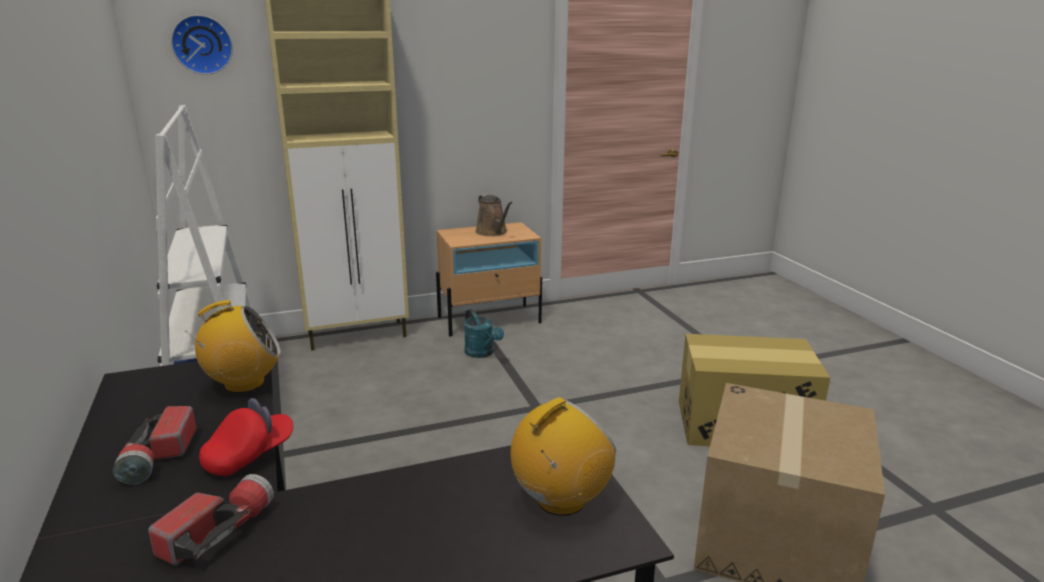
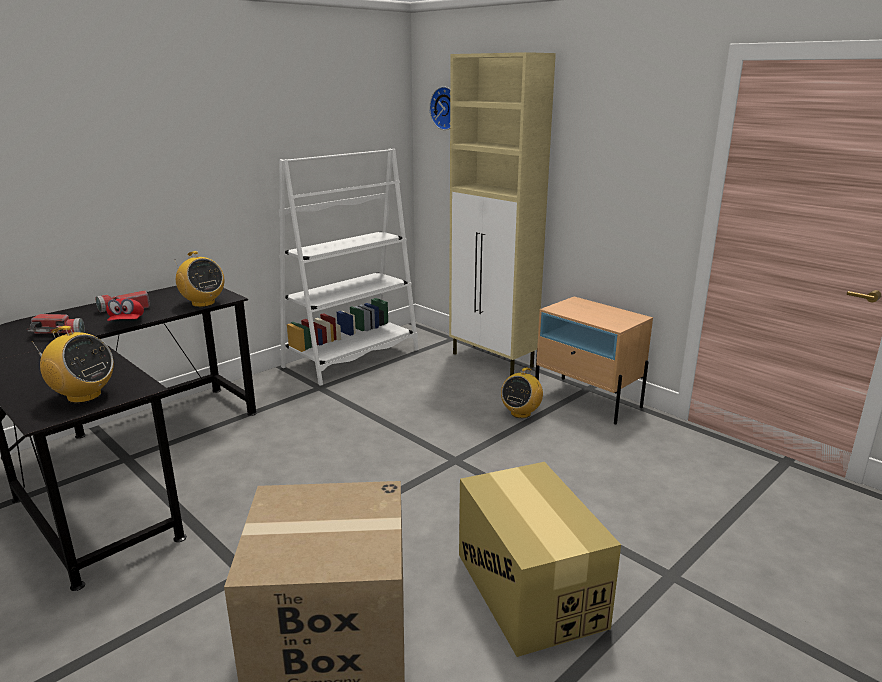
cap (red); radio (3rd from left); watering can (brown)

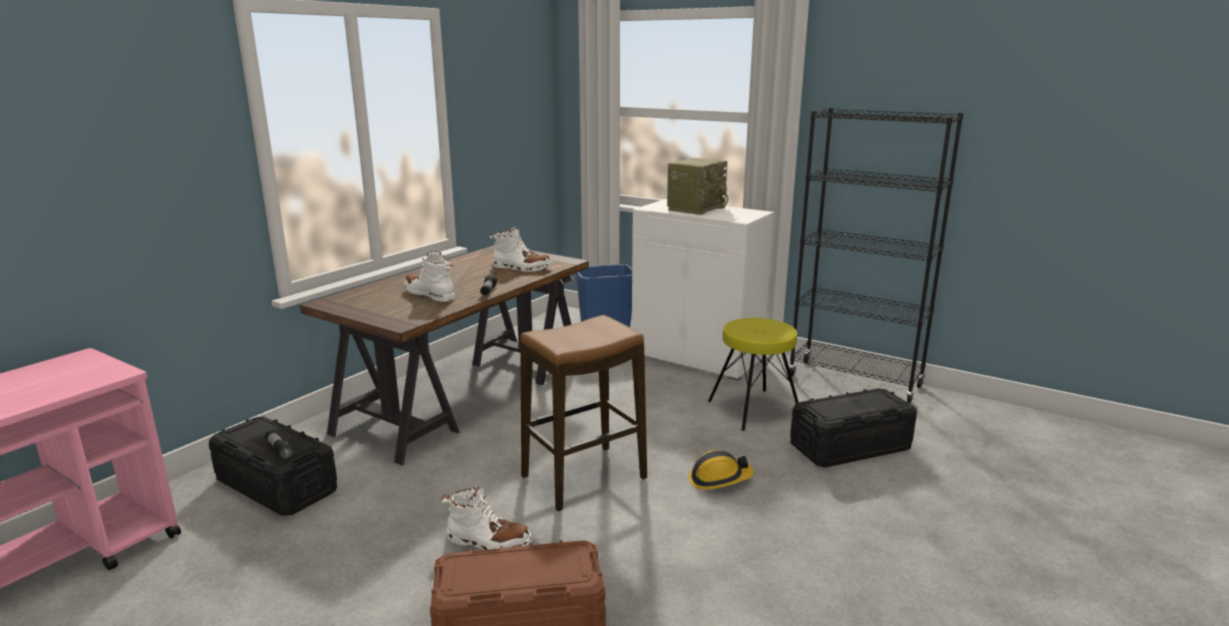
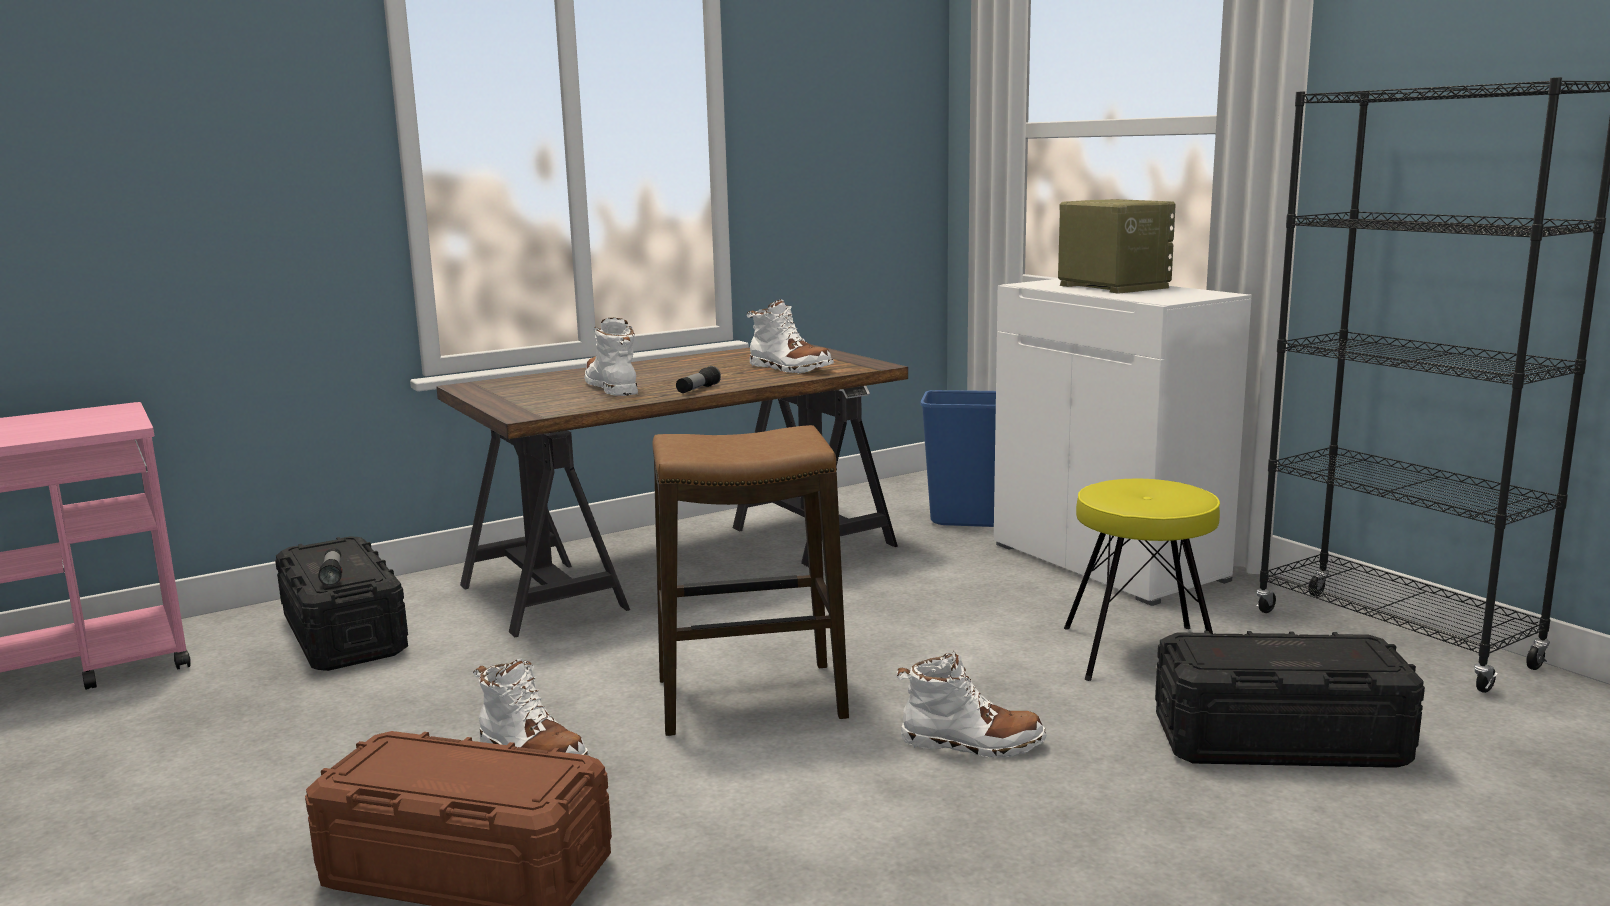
radio; boot (white) (4th from left)

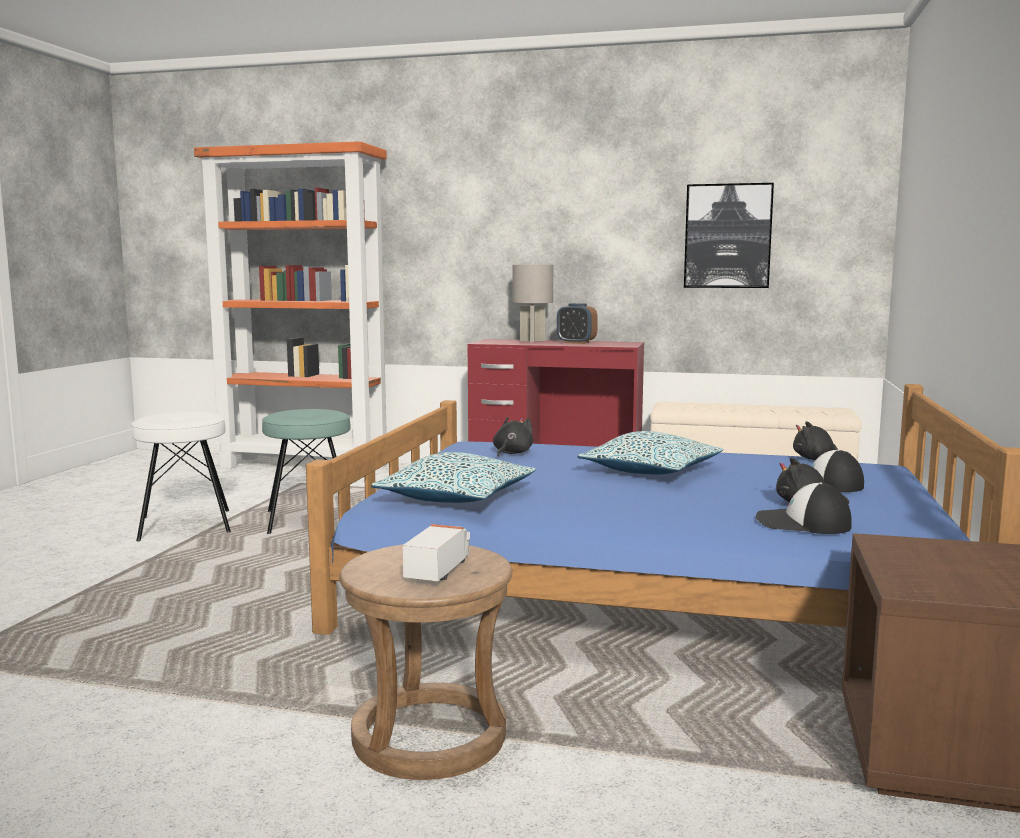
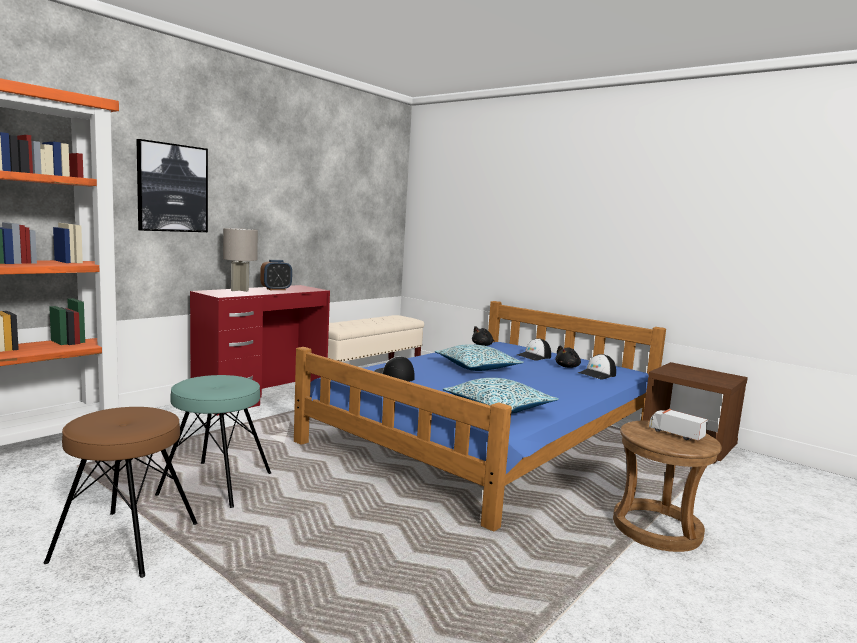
stool (brown) (1st from left); cap (1st from left); picture

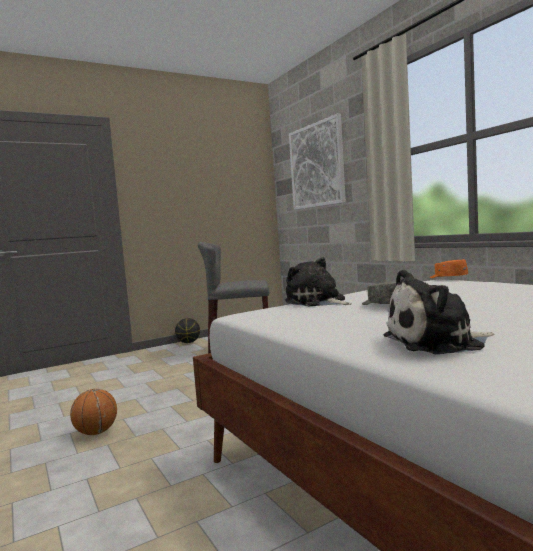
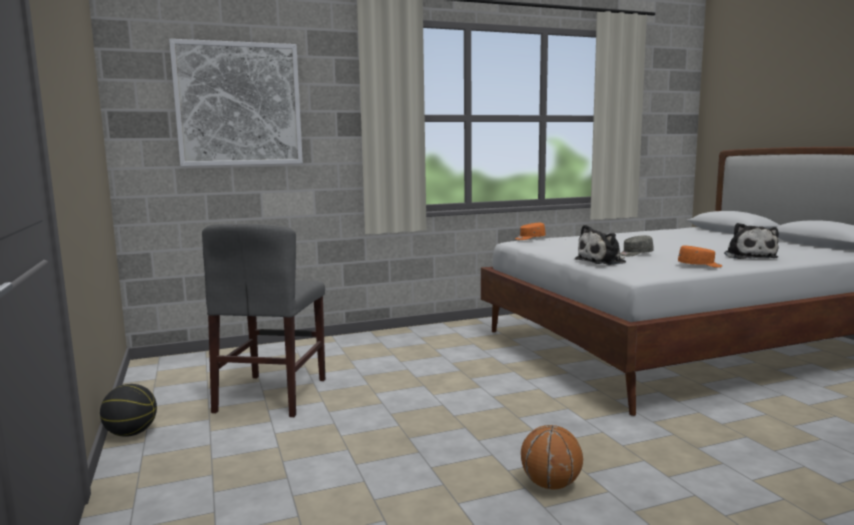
cap (orange) (2nd from left)

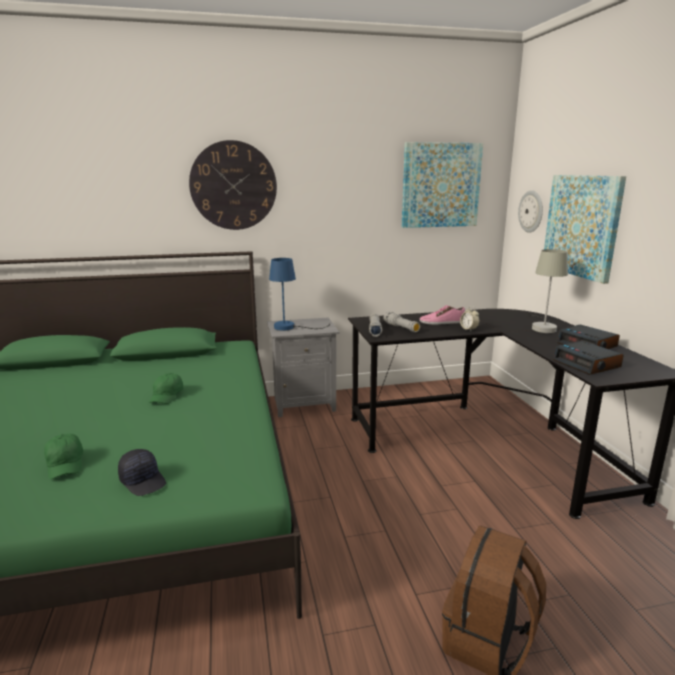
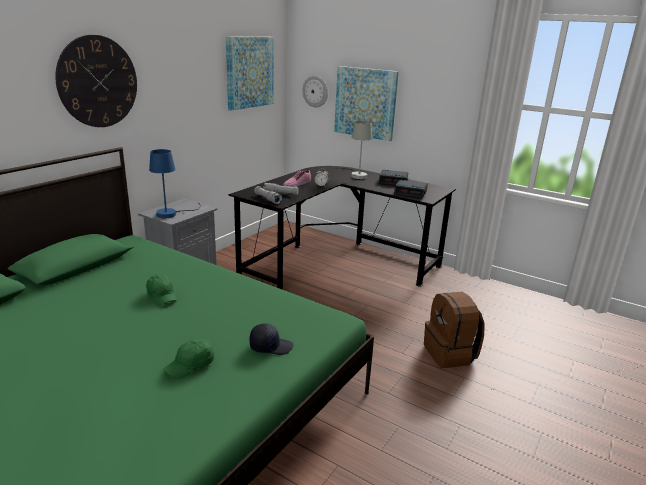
cap (green) (2nd from left)

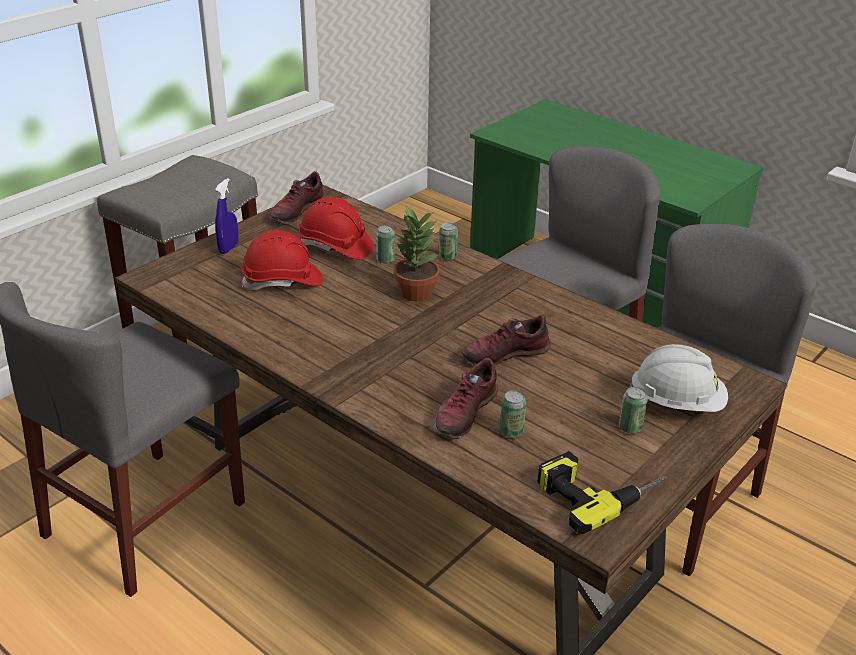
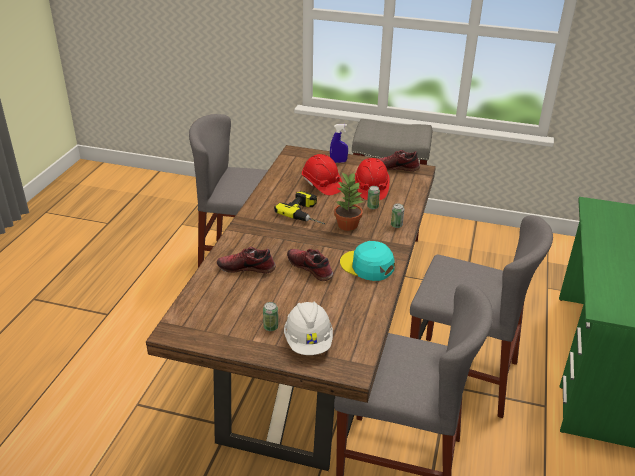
can (3rd from left in the first image); power drill; cap (turquoise)

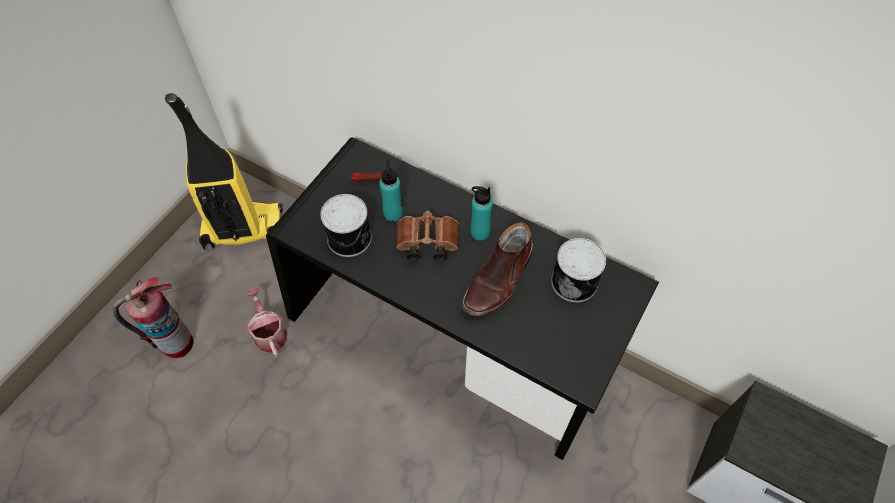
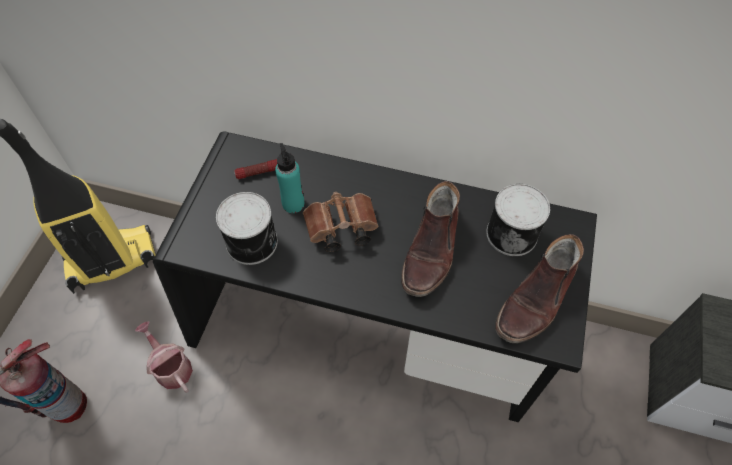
bottle (turquoise) (2nd from left in the first image); boot (brown) (2nd from left)

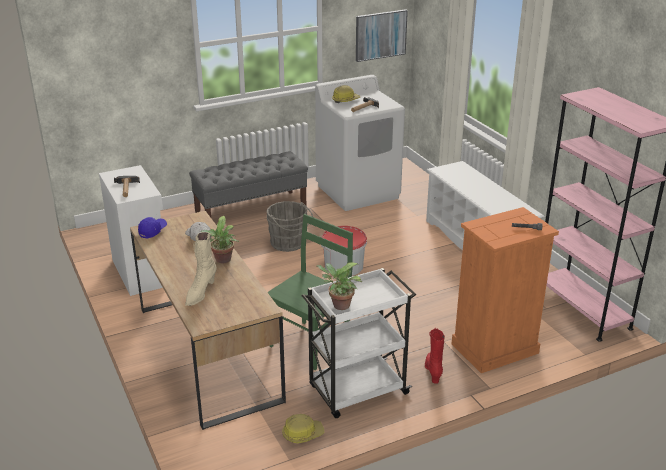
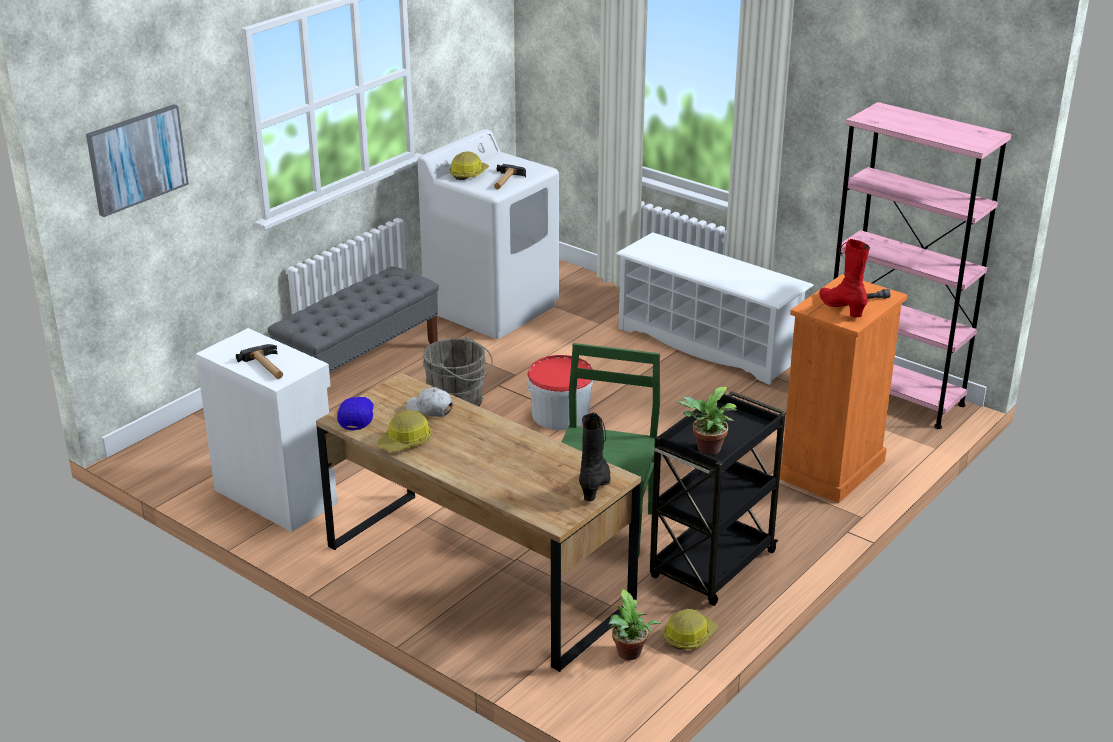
boot (beige); potted plant (1st from left); cart (black); picture; boot (red); hard hat (1st from left); boot (black)

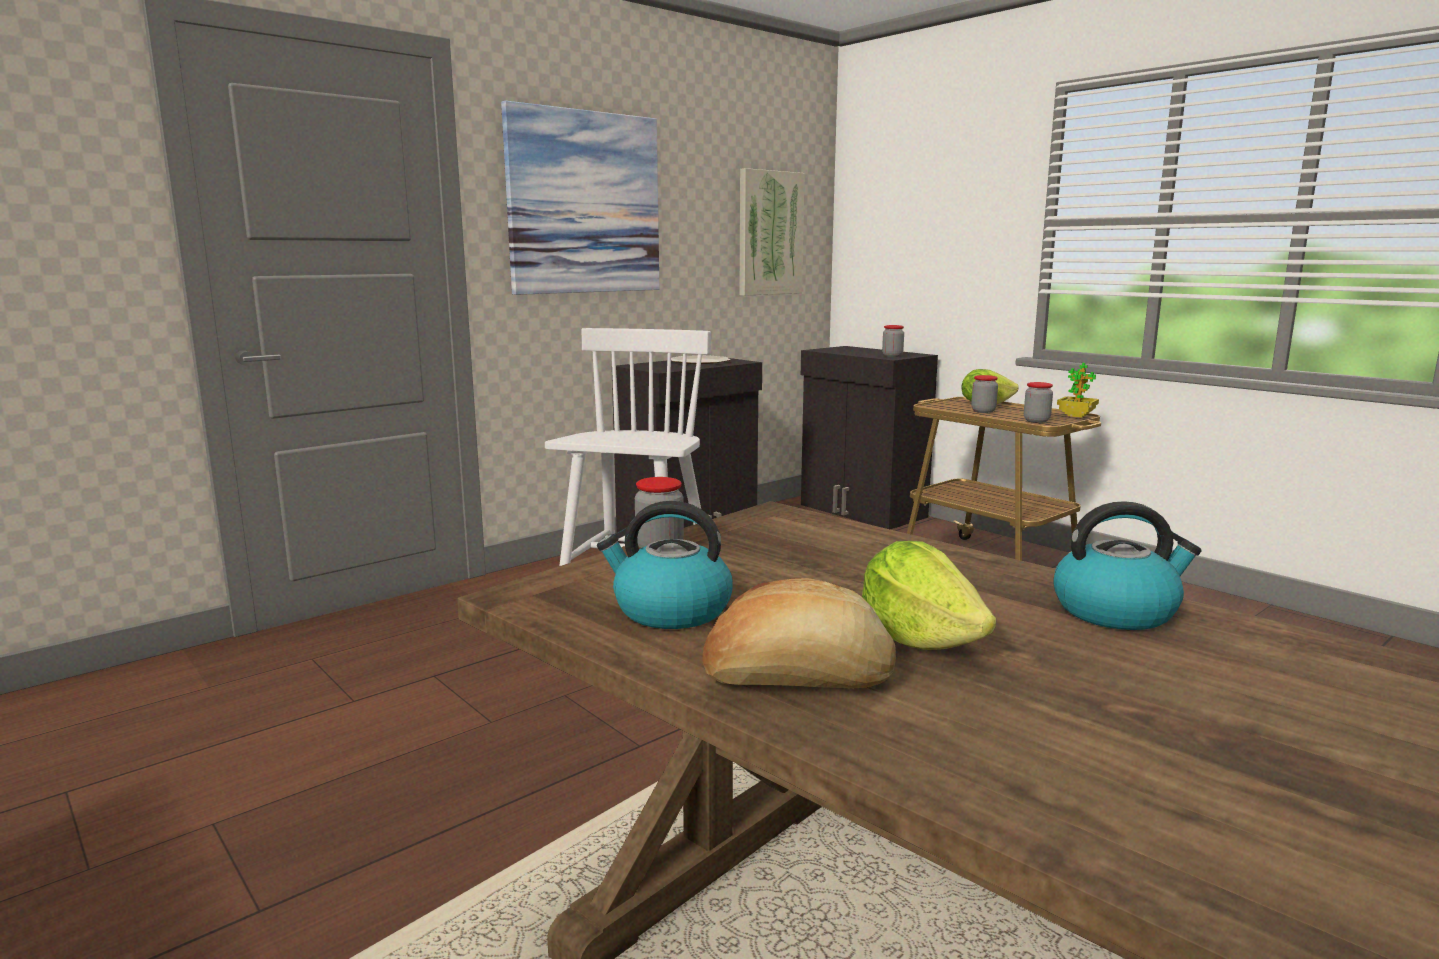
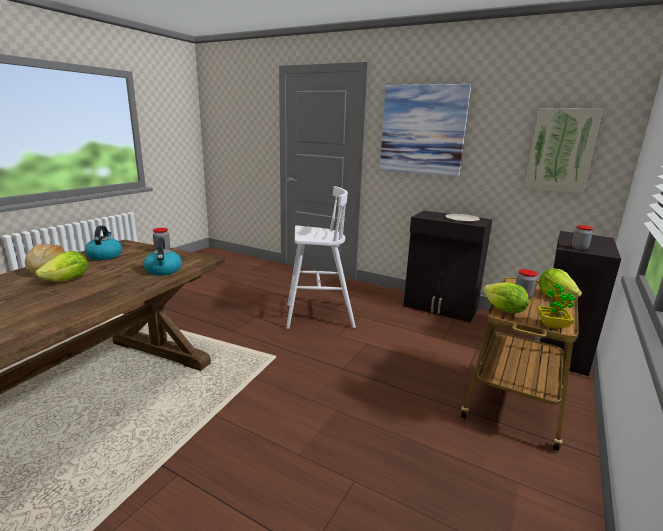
lettuce (2nd from left); kettle (2nd from left)

